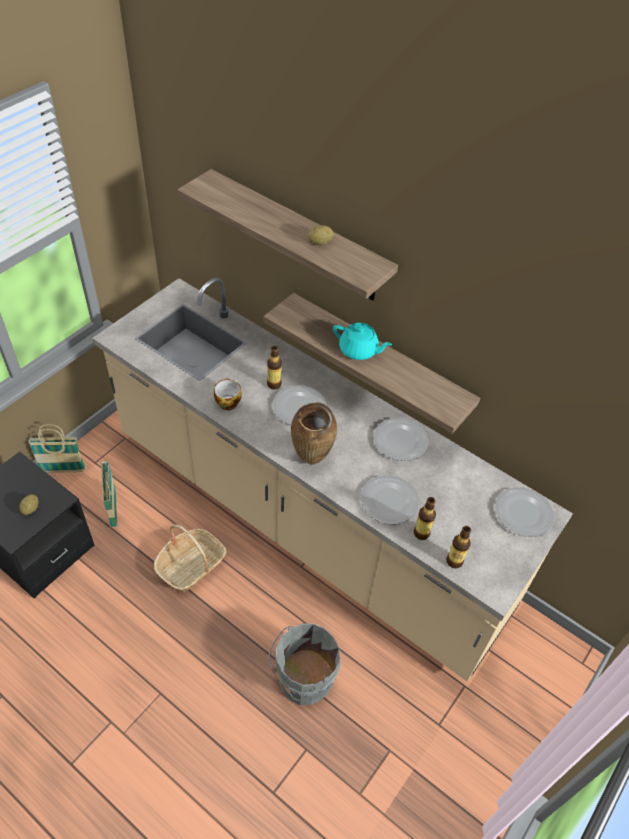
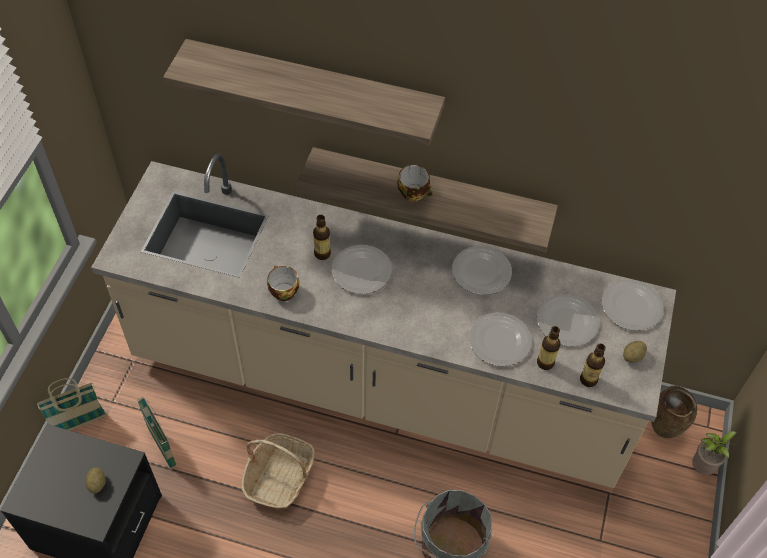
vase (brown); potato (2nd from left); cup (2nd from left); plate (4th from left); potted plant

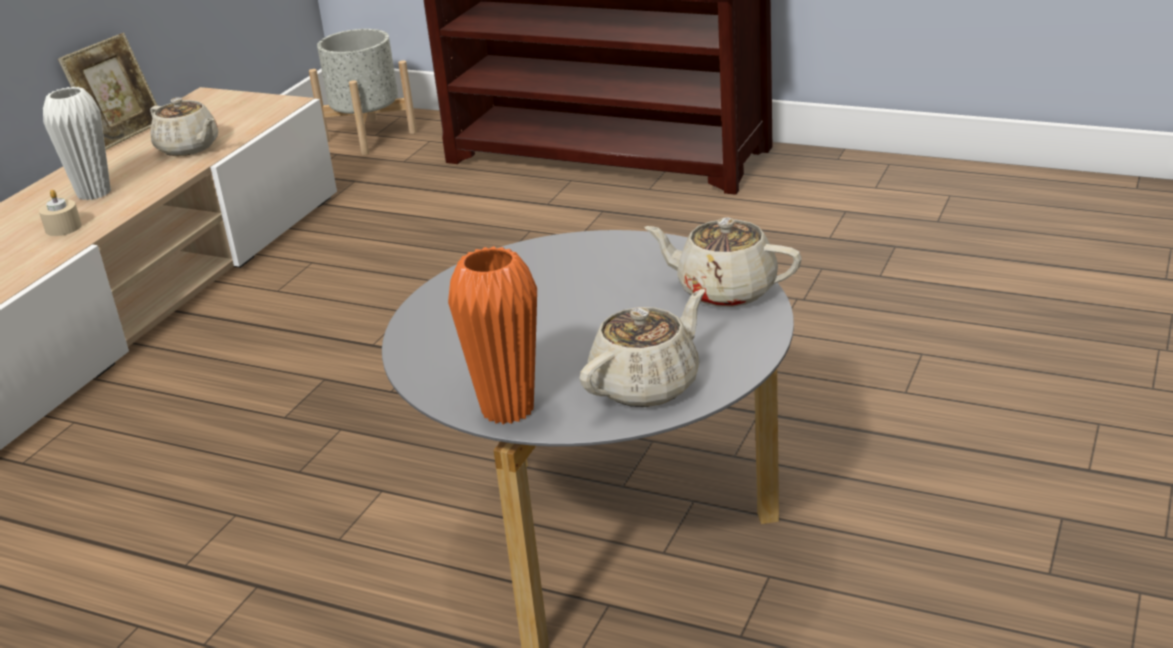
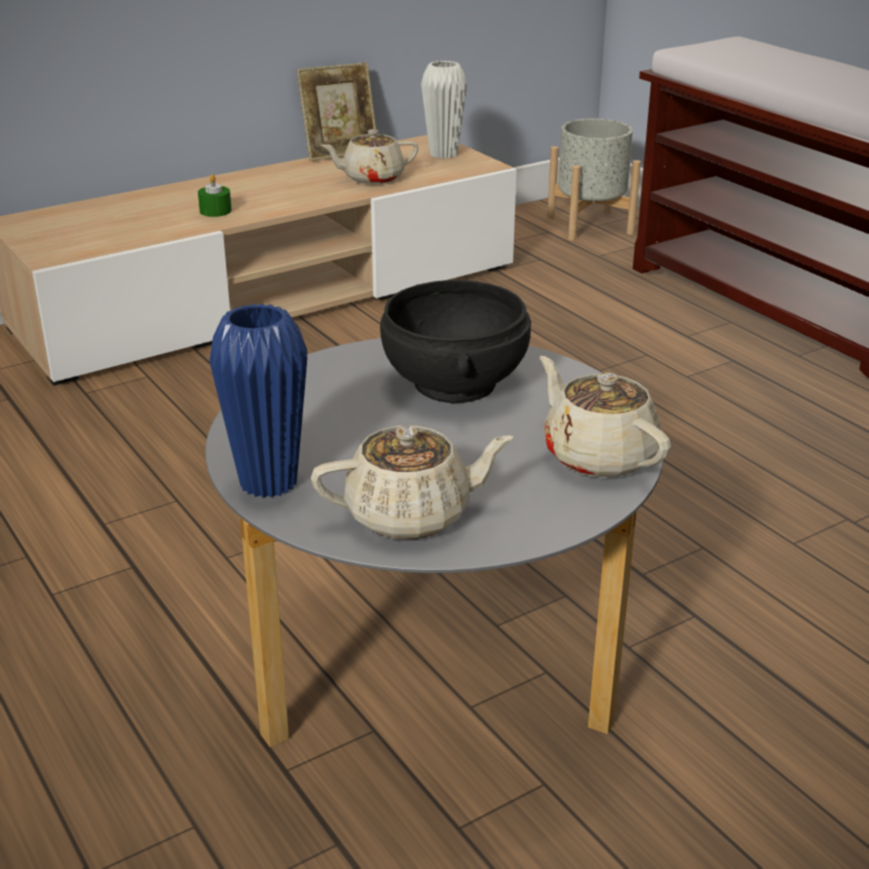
candle (green); vase (white); teapot (beige) (1st from left); vase (blue); bowl (black)

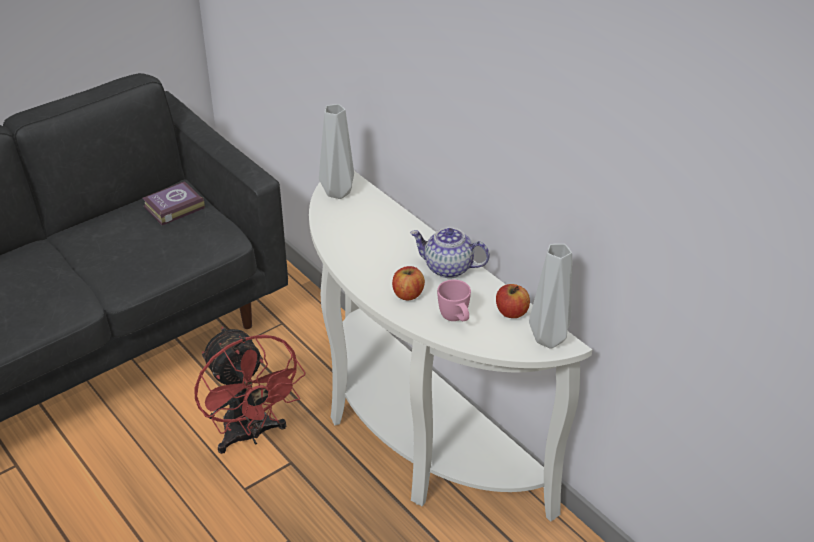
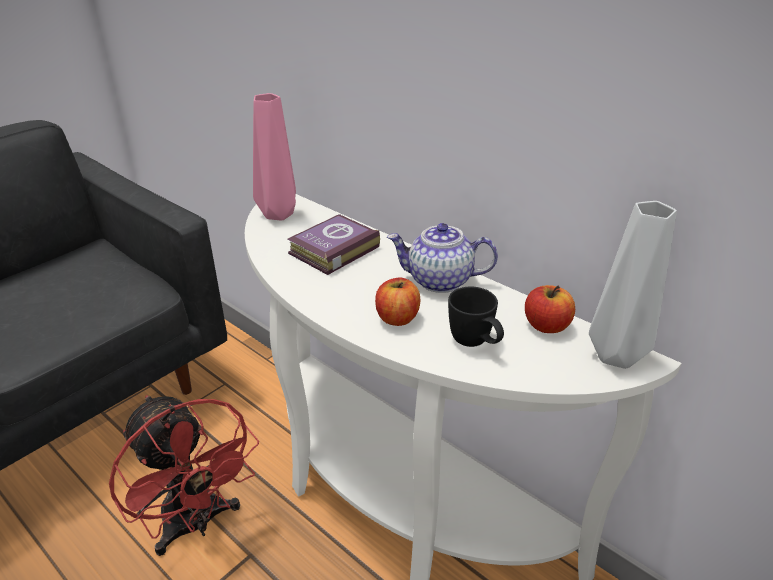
book; vase (pink); mug (black)

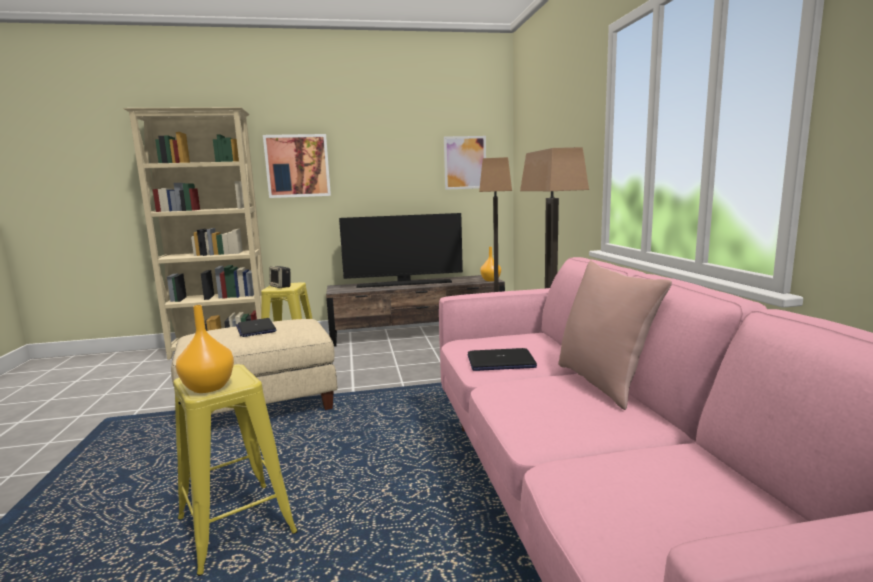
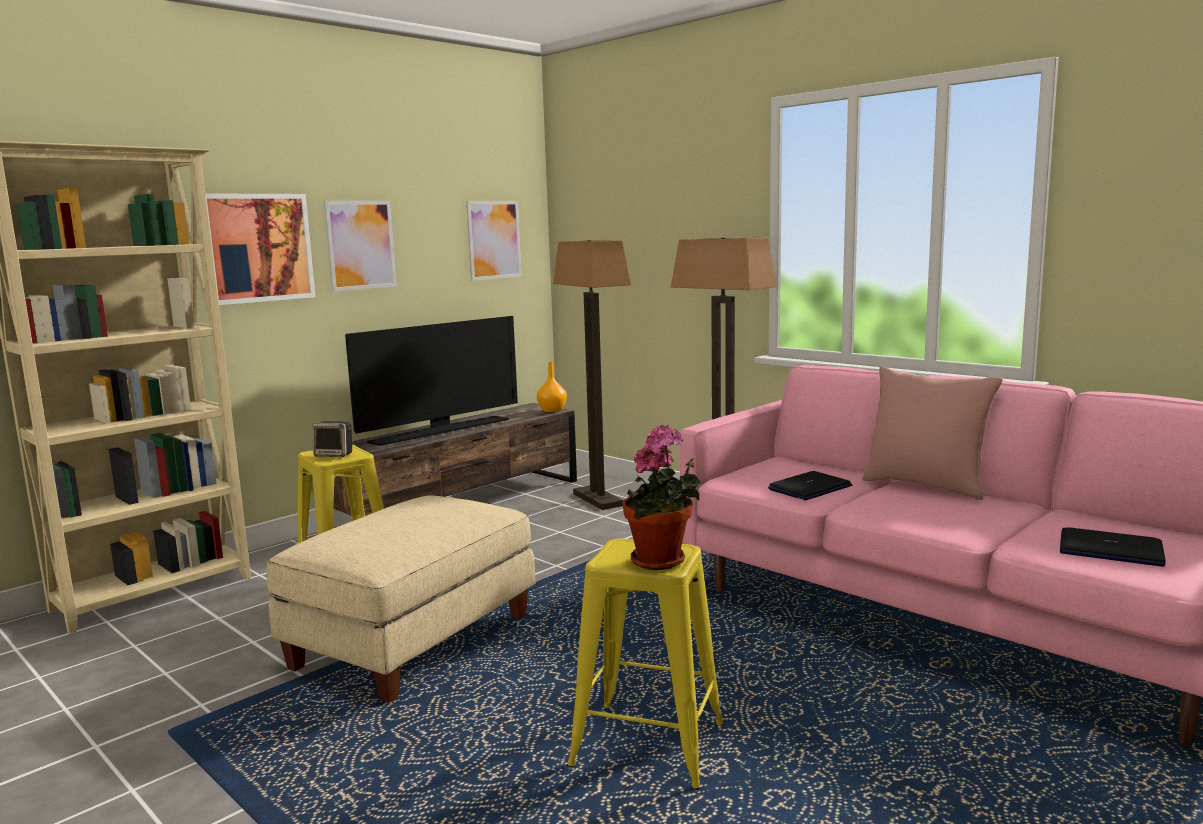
potted plant; laptop (2nd from left); picture (2nd from left)

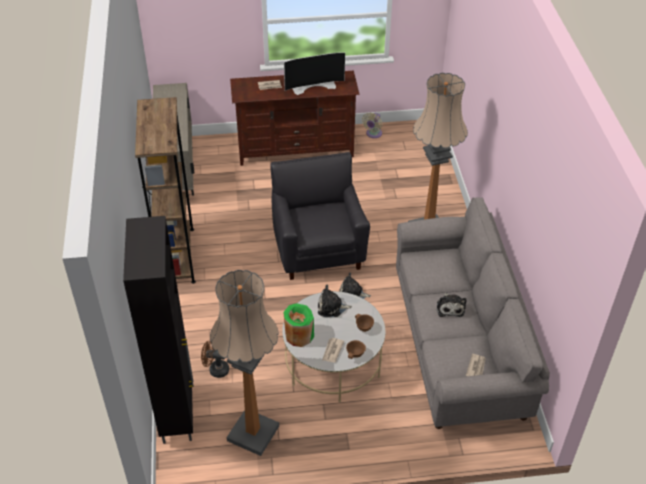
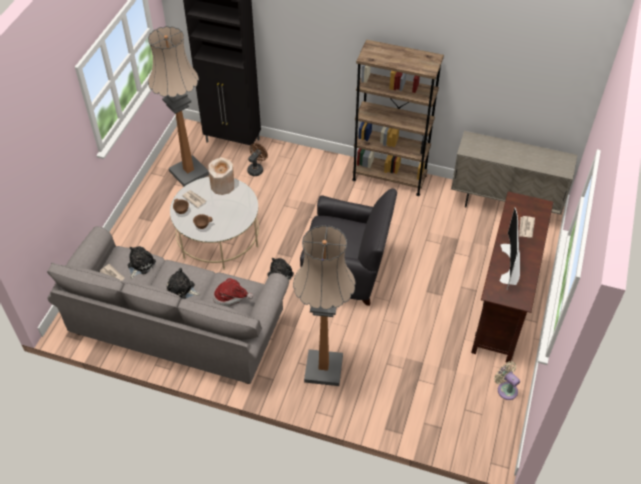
vase (beige); plush toy (1st from left); hat

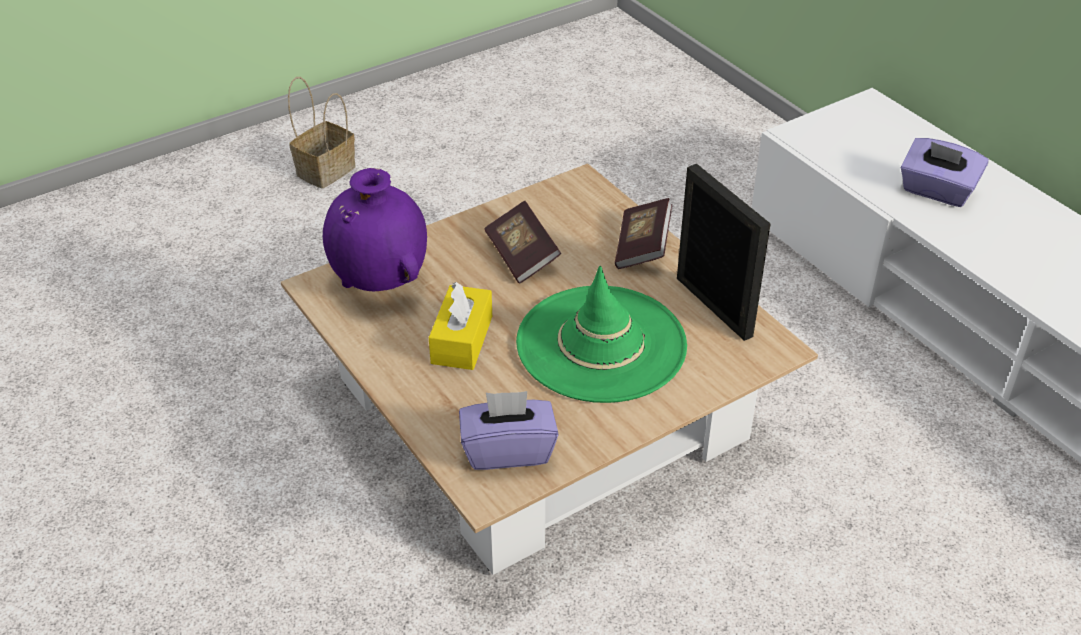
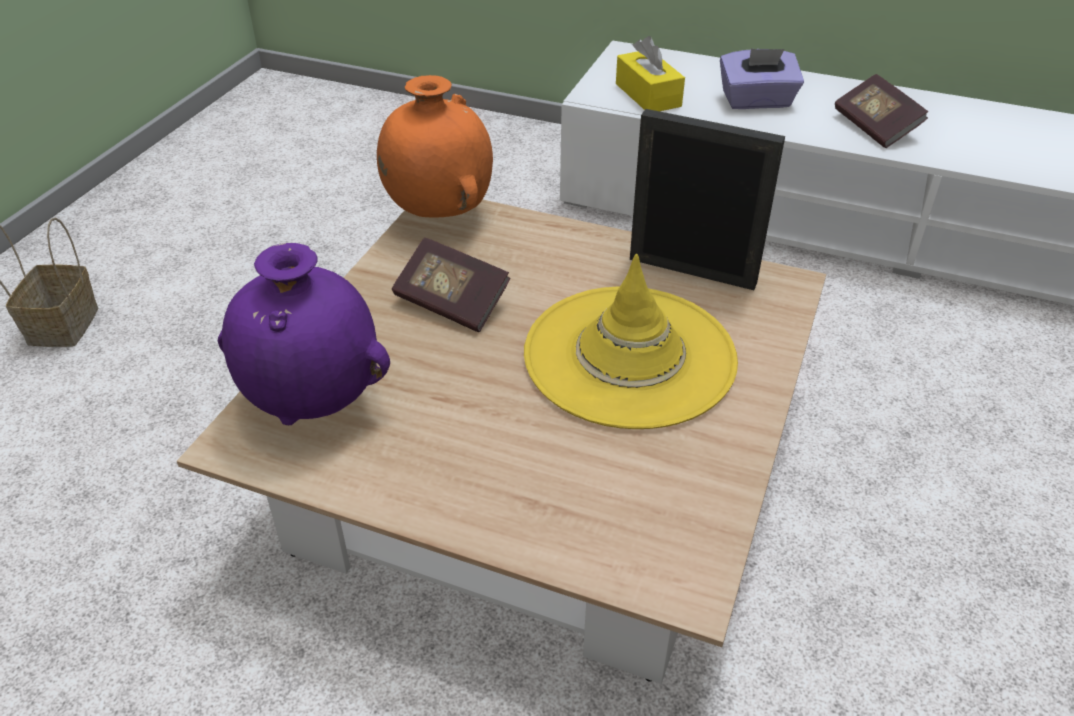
tissue box (yellow); tissue box (purple) (1st from left in the first image); hat (yellow); book (2nd from left); vase (orange)

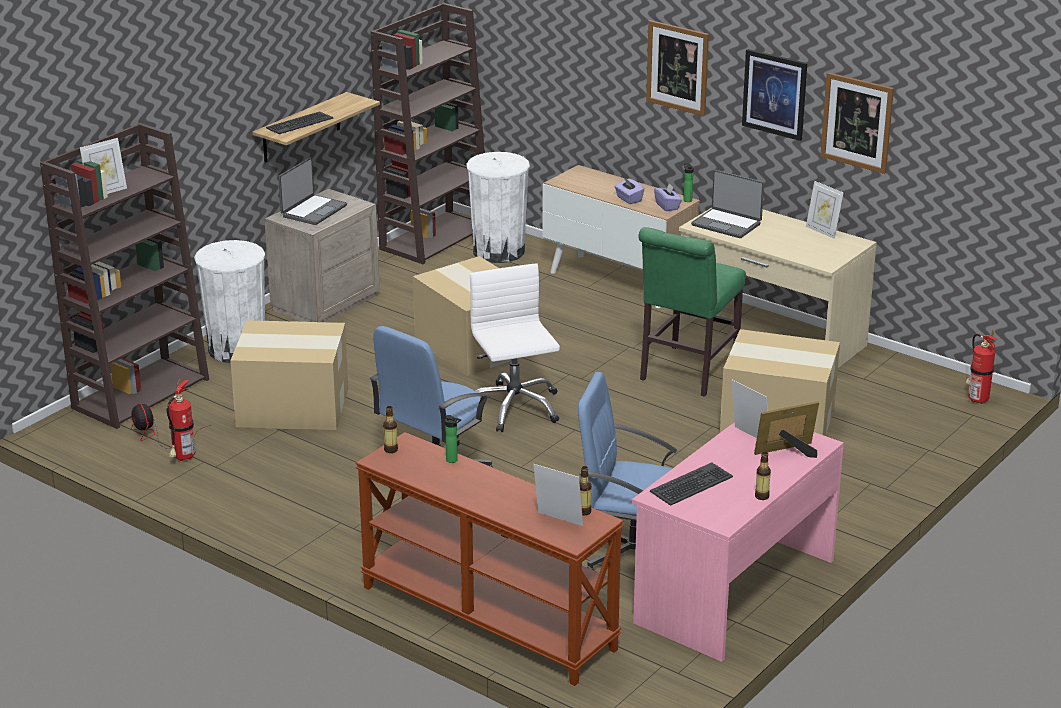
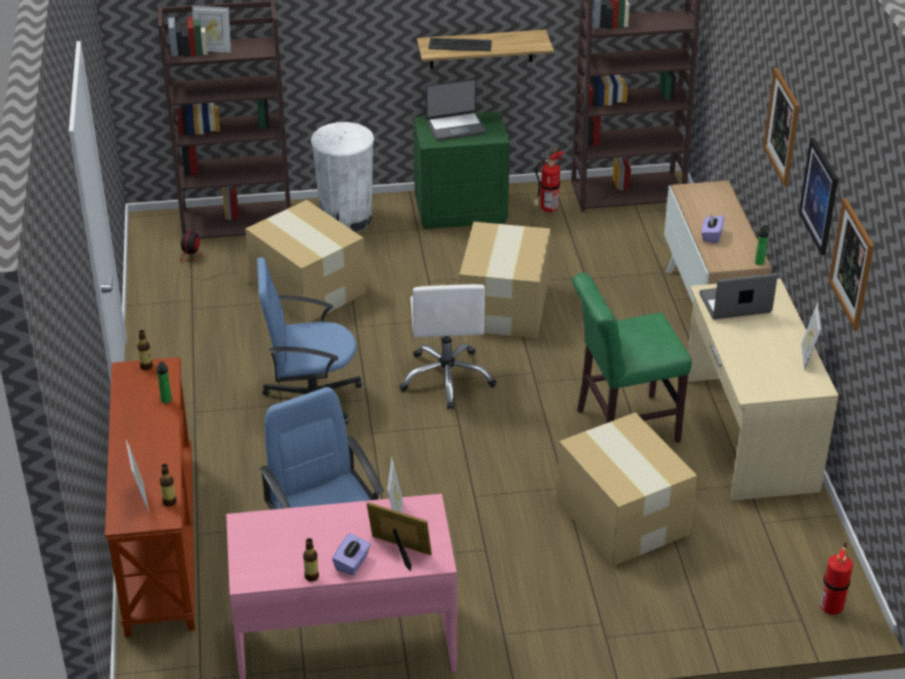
fire extinguisher (1st from left); nightstand (green); trash can (white) (2nd from left in the first image); office chair (white); keyboard (2nd from left in the first image); tissue box (purple) (1st from left); laptop (2nd from left)

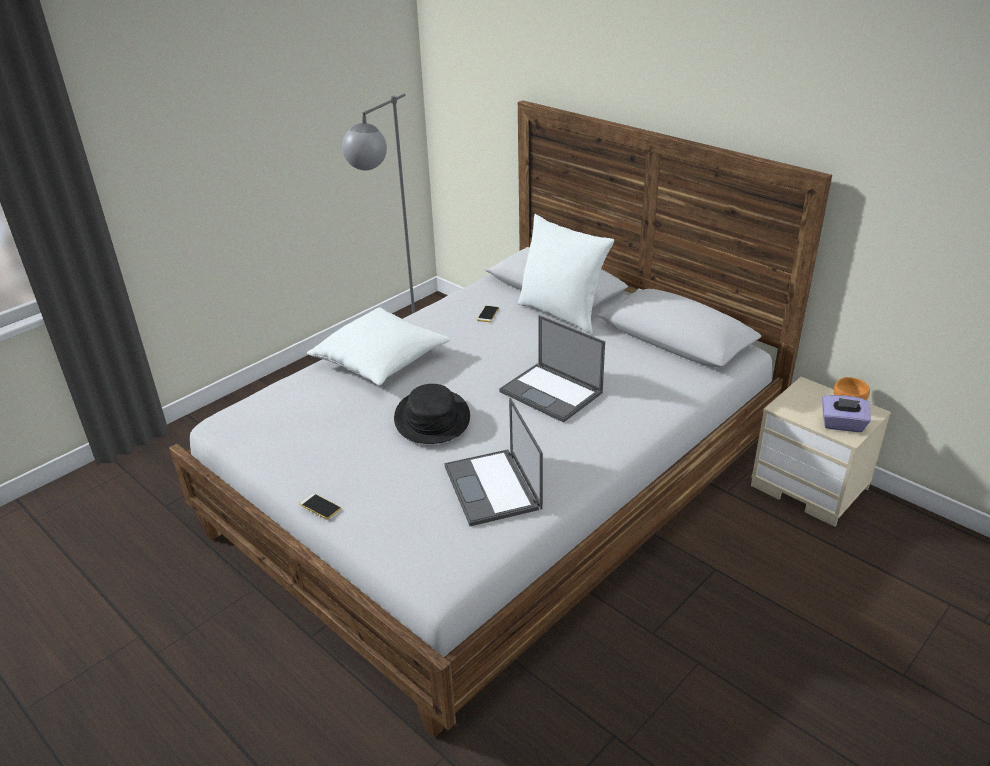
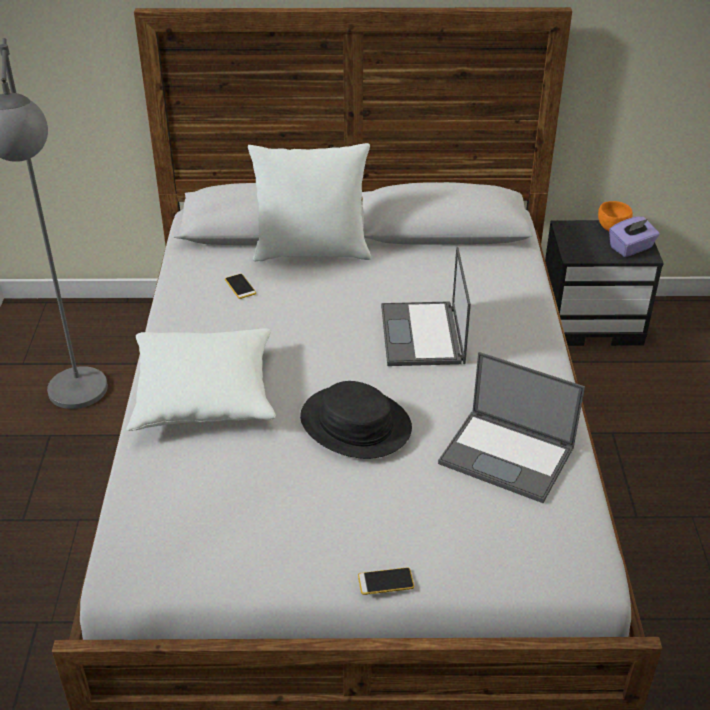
laptop (1st from left); nightstand (black)

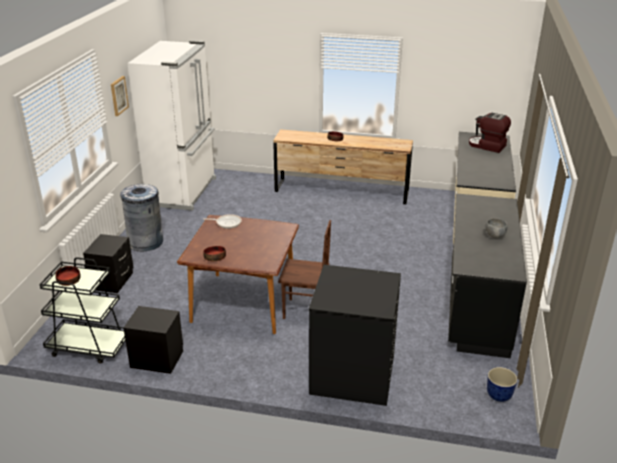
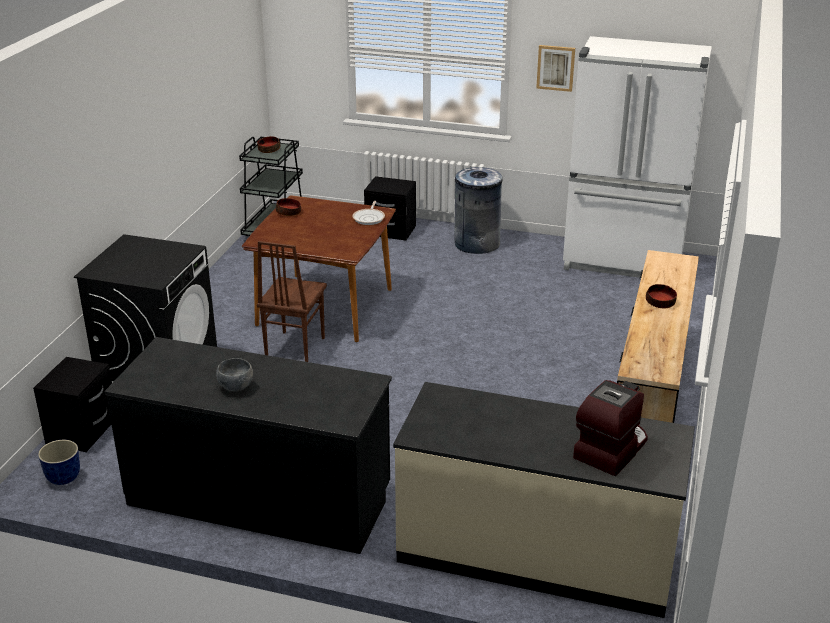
nightstand (black) (1st from left)

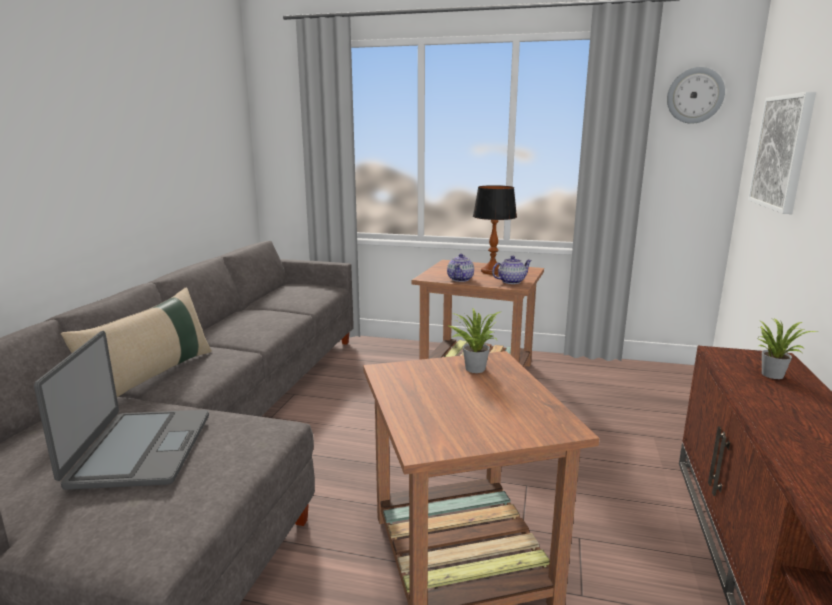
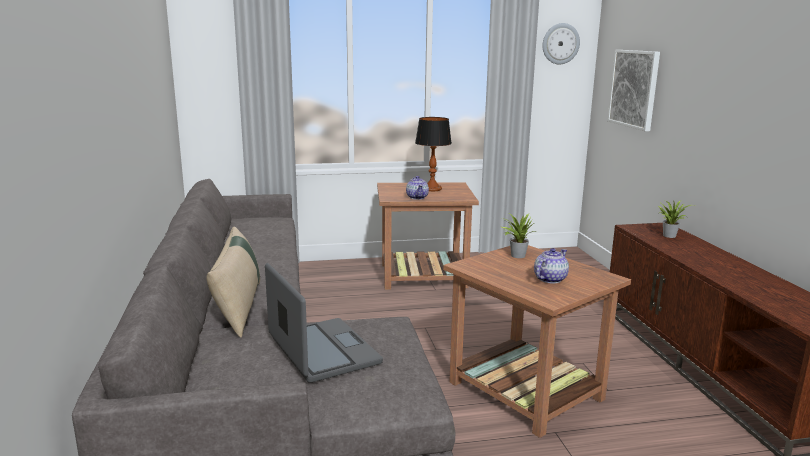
teapot (2nd from left)

